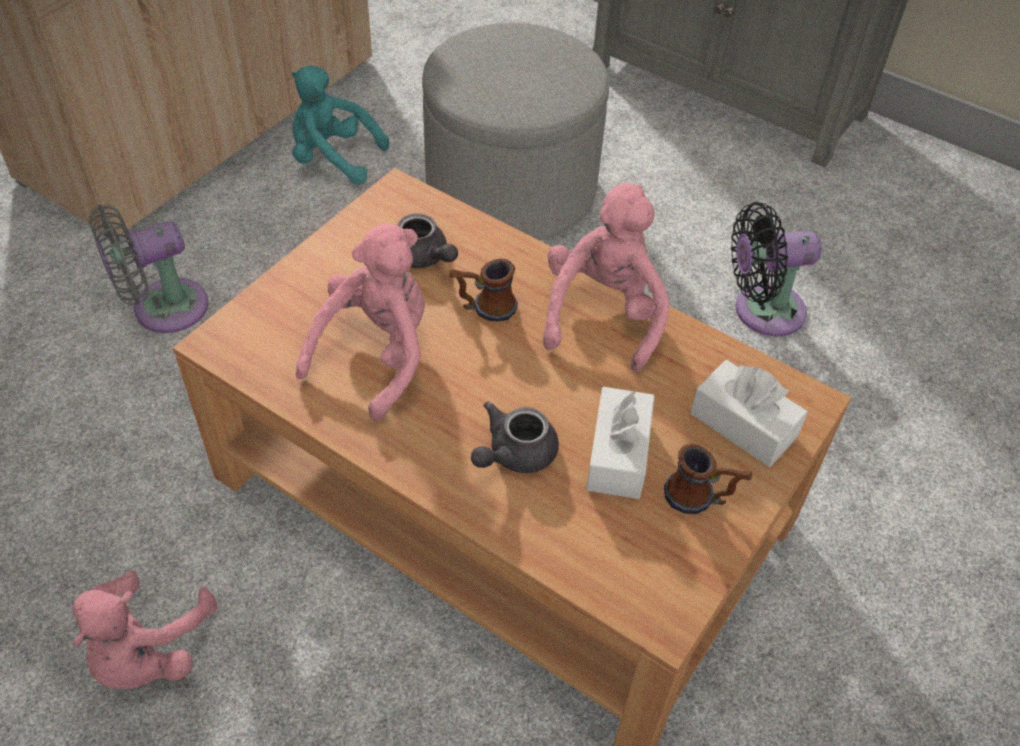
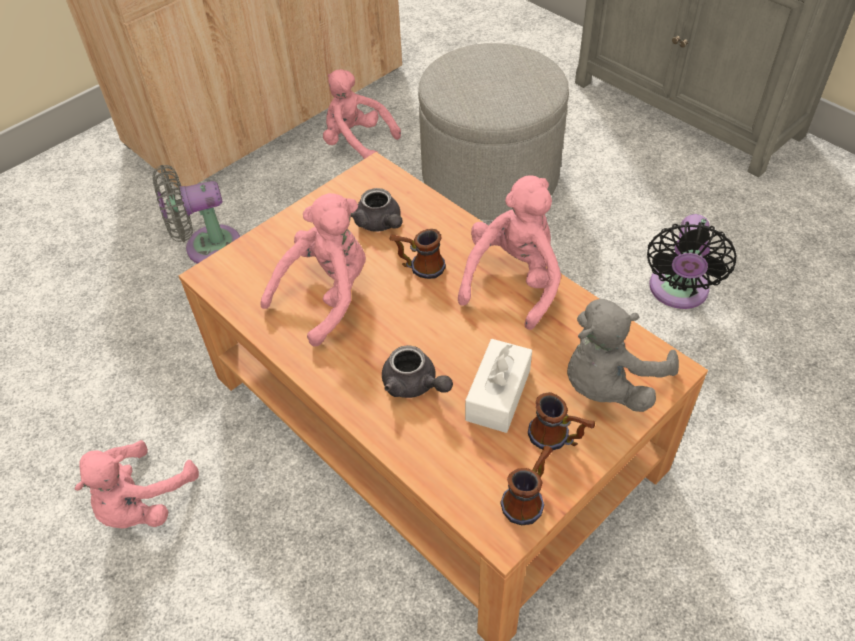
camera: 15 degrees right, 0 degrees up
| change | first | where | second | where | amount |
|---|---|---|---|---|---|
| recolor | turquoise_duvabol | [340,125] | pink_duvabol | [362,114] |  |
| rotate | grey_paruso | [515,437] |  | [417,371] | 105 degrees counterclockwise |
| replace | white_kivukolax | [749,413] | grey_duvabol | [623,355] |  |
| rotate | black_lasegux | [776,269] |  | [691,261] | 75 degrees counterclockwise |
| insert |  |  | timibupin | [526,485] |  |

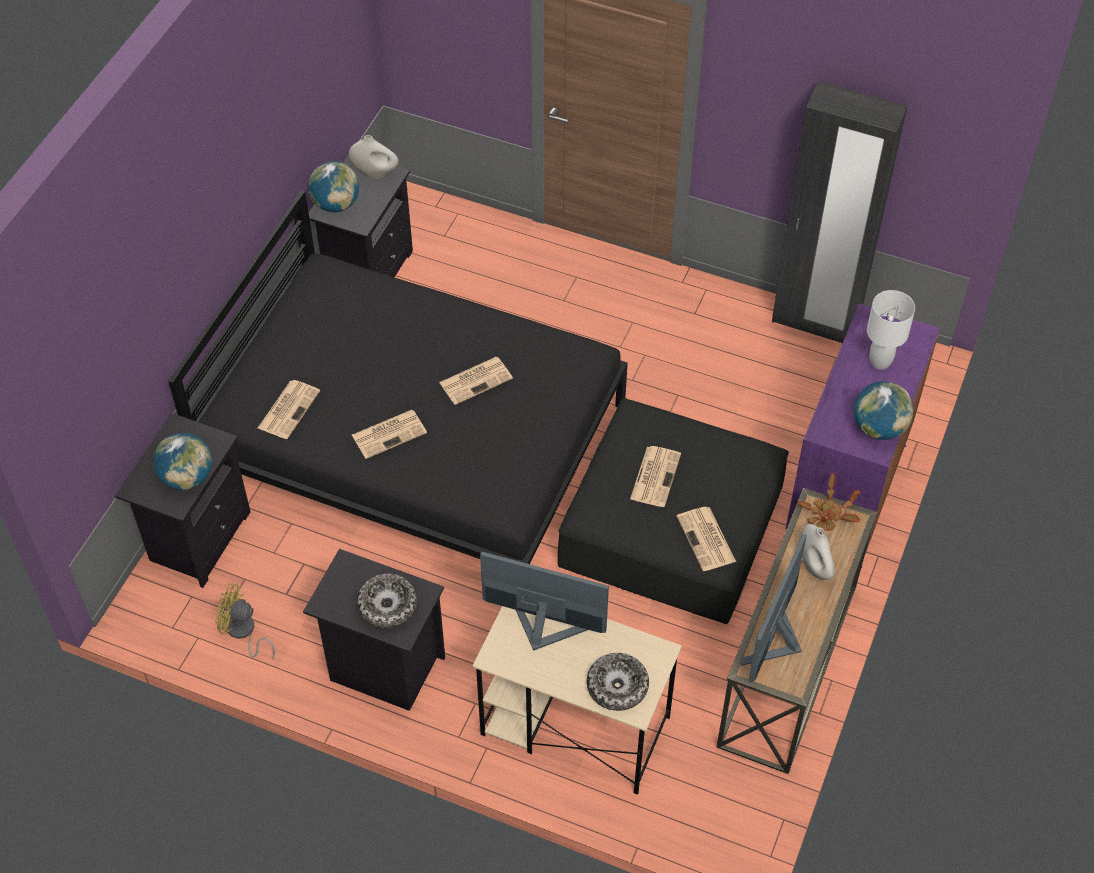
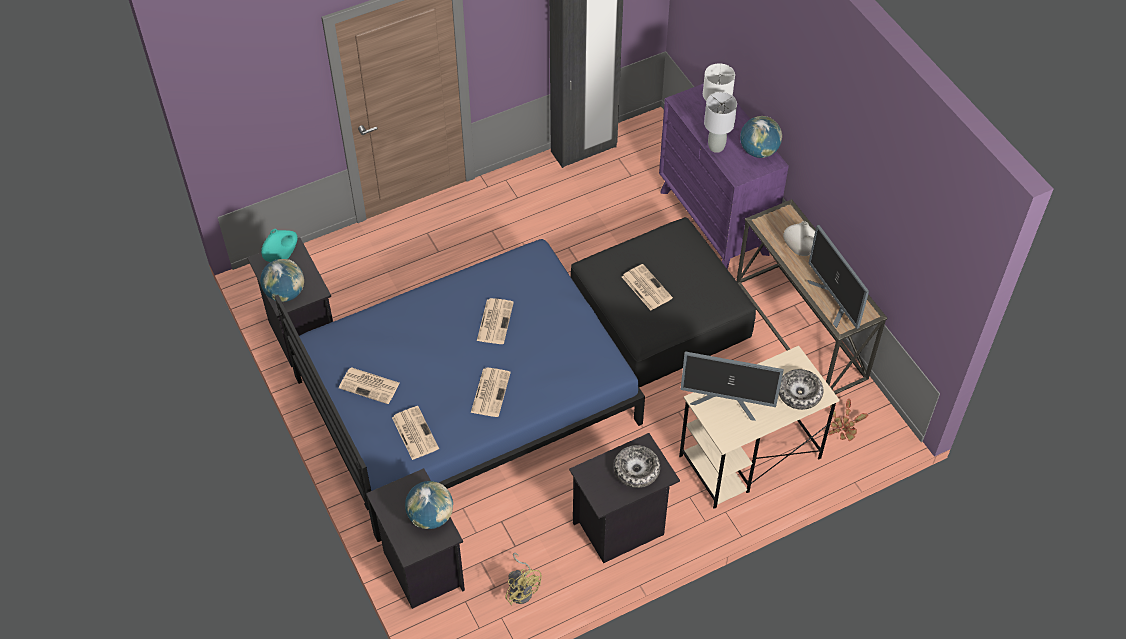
camera: 50 degrees left, 0 degrees up
| change | first | where | second | where | amount |
|---|---|---|---|---|---|
| recolor | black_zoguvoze | [398,377] | blue_zoguvoze | [460,390] |  |
| rotate | yellow_lasegux | [245,621] |  | [523,579] | 90 degrees counterclockwise |
| recolor | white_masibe | [374,157] | turquoise_masibe | [279,245] |  |
| rotate | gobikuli | [544,601] |  | [732,386] | 135 degrees counterclockwise |
| move | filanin | [706,539] |  | [369,385] |  |
| move | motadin | [828,502] |  | [848,420] |  |
| insert |  |  | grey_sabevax | [720,122] |  |

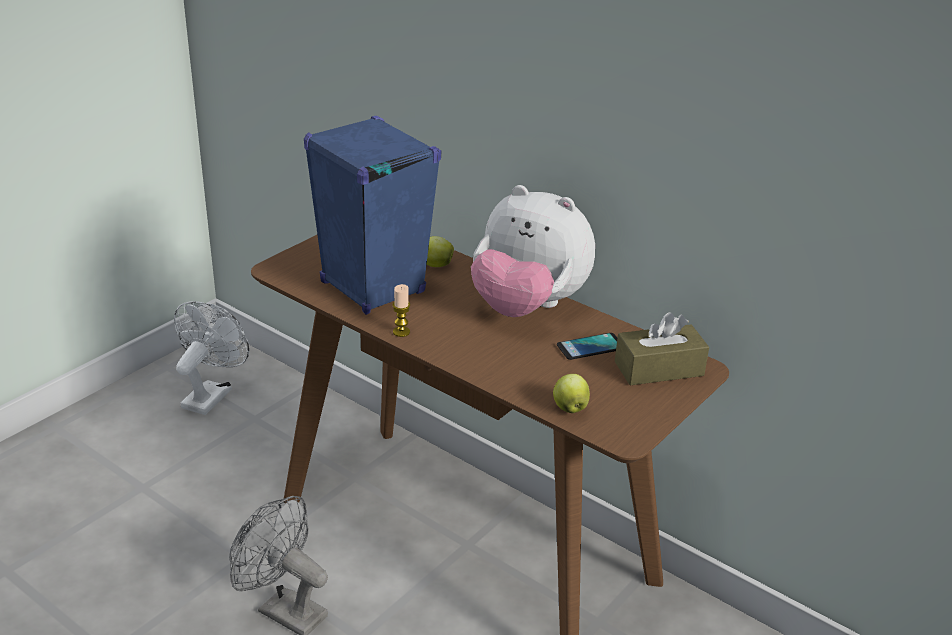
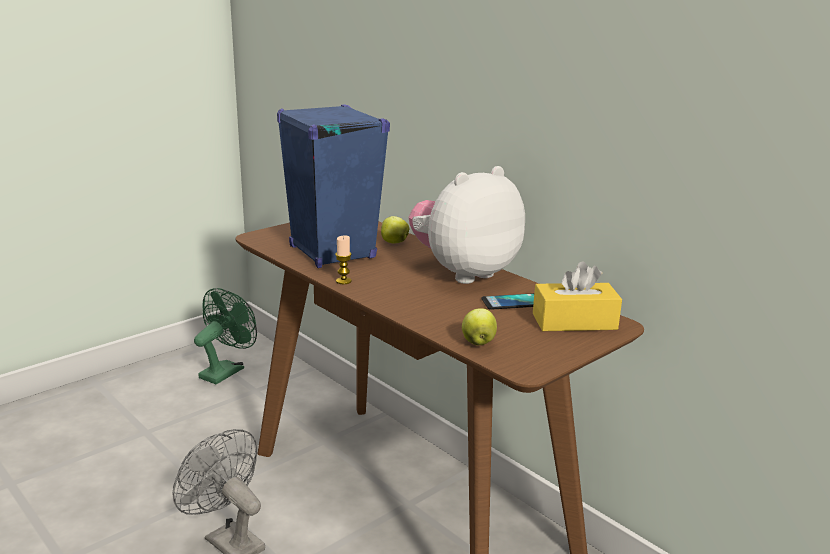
camera: 10 degrees right, 10 degrees down
| change | first | where | second | where | amount |
|---|---|---|---|---|---|
| recolor | white_lasegux | [211,358] | green_lasegux | [225,336] |  |
| rotate | duvabol | [533,251] |  | [467,225] | 105 degrees clockwise |
| recolor | brown_kivukolax | [662,348] | yellow_kivukolax | [577,296] |  |

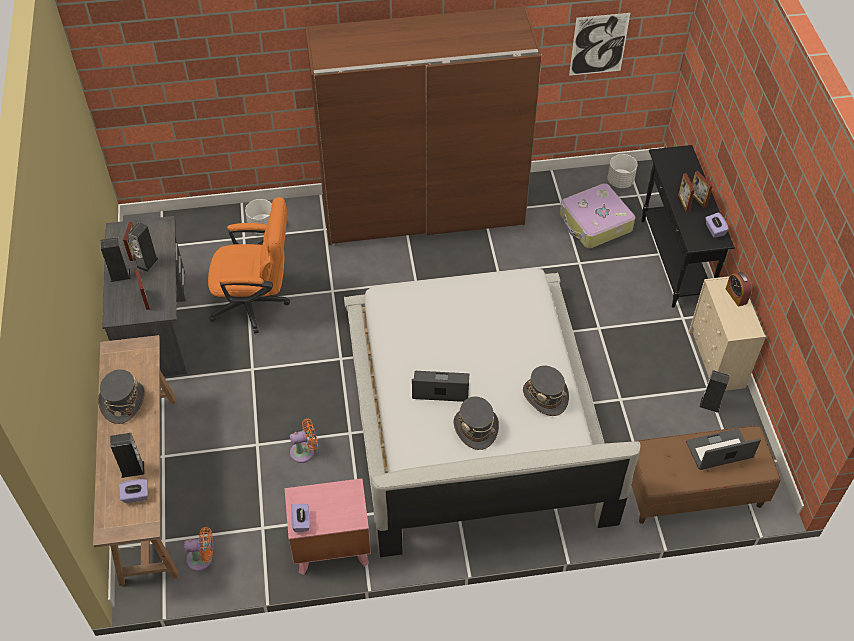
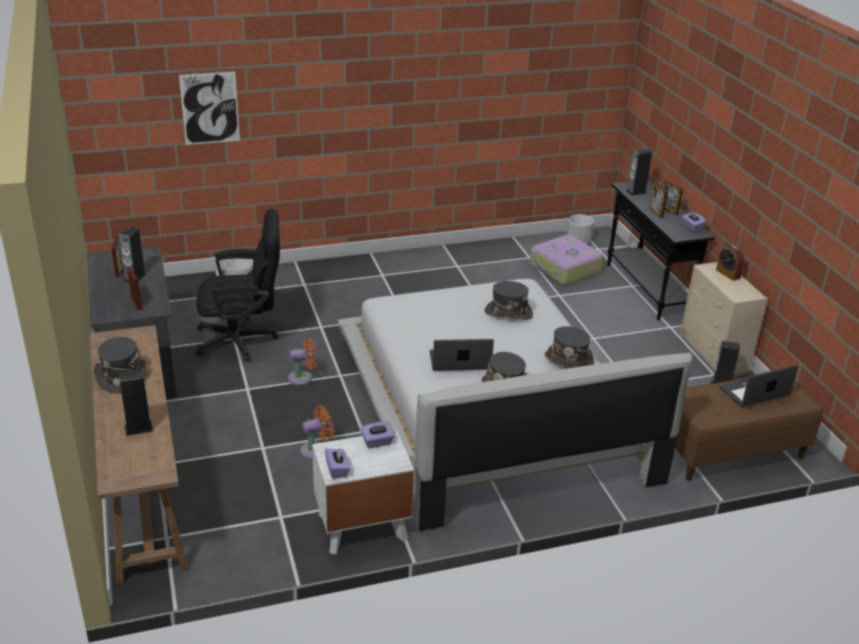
camera: 10 degrees left, 20 degrees down
| change | first | where | second | where | amount |
|---|---|---|---|---|---|
| move | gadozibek | [115,259] |  | [639,171] |  |
| move | purple_kivukolax | [133,491] |  | [378,435] |  |
| move | orange_lasegux | [198,549] |  | [302,362] |  |
| recolor | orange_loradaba | [249,265] | black_loradaba | [237,285] |  |
| recolor | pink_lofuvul | [328,526] | white_lofuvul | [363,492] |  |
| delete | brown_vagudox | [423,125] |  |  |  |
| move | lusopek | [599,44] |  | [209,108] |  |
| insert |  |  | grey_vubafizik | [508,300] |  |

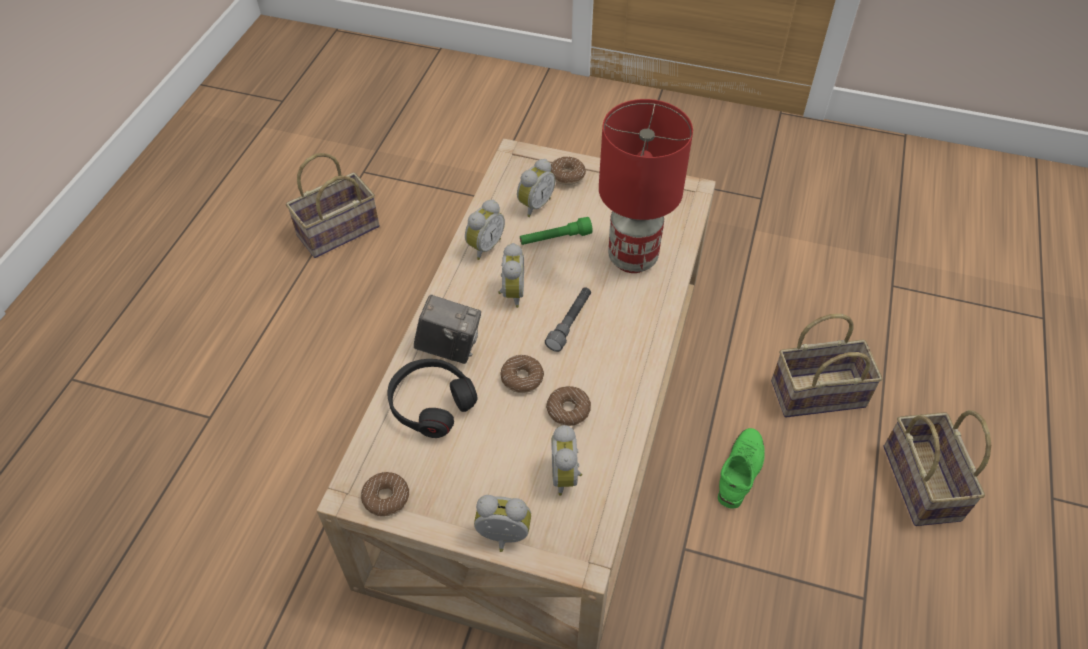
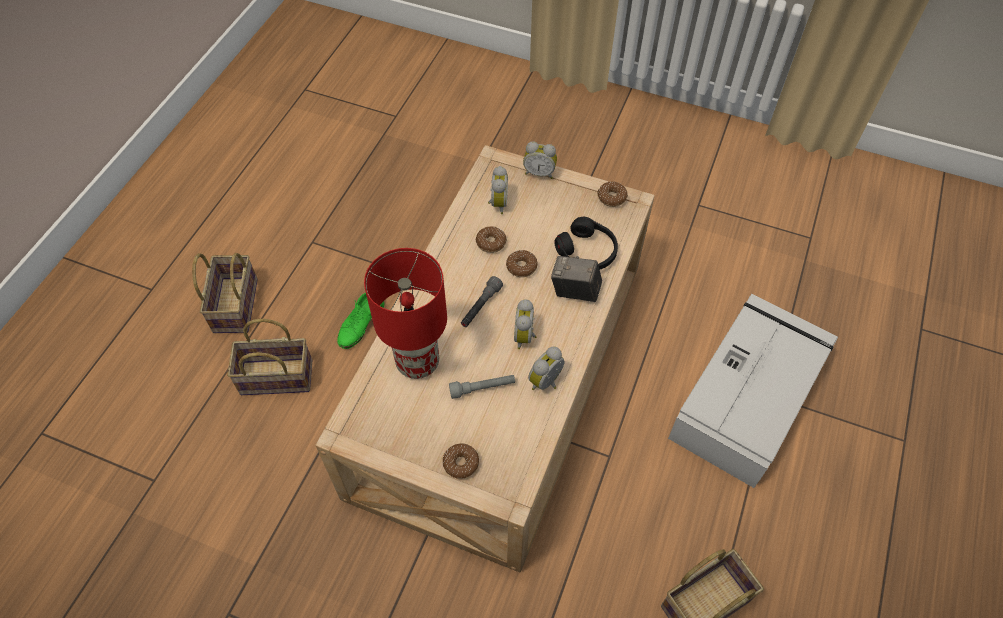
camera: 175 degrees left, 5 degrees up
| change | first | where | second | where | amount |
|---|---|---|---|---|---|
| delete | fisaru | [536,188] |  |  |  |
| recolor | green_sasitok | [556,231] | grey_sasitok | [482,387] |  |
| insert |  |  | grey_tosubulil | [753,391] |  |

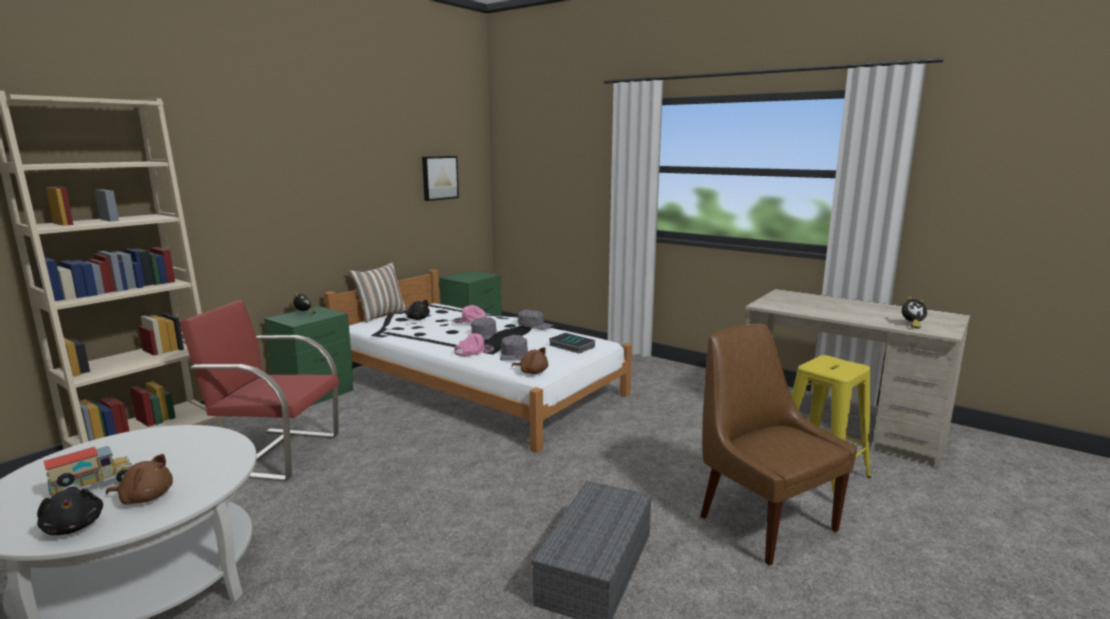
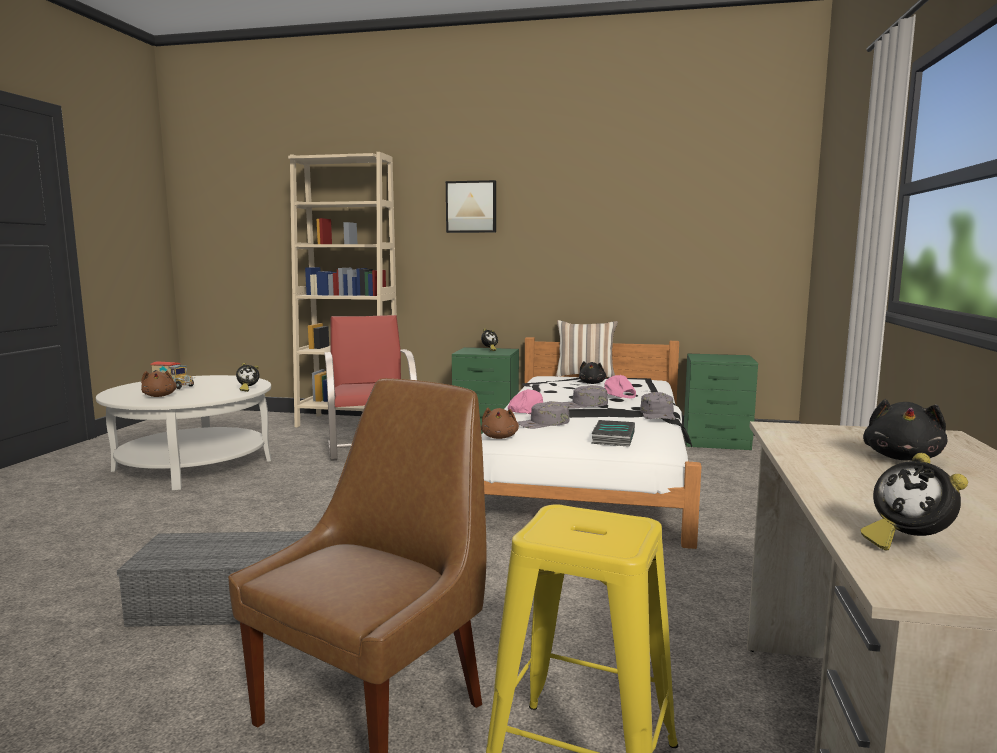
camera: 65 degrees right, 5 degrees down
| change | first | where | second | where | amount |
|---|---|---|---|---|---|
| move | black_duvabol | [70,511] |  | [905,430] |  |
| move | lusopek | [440,178] |  | [471,206] |  |
| insert |  |  | fisaru | [247,377] |  |

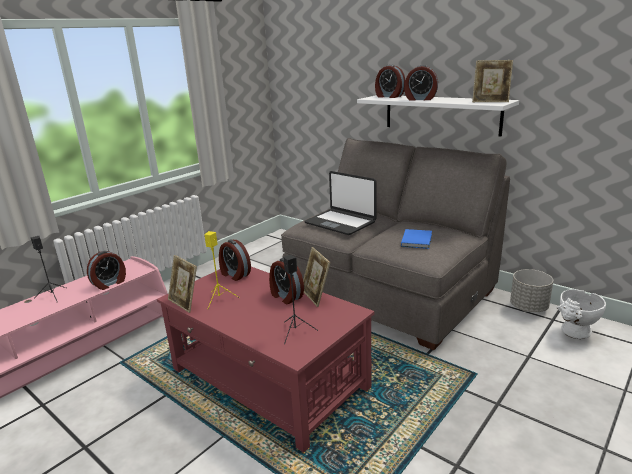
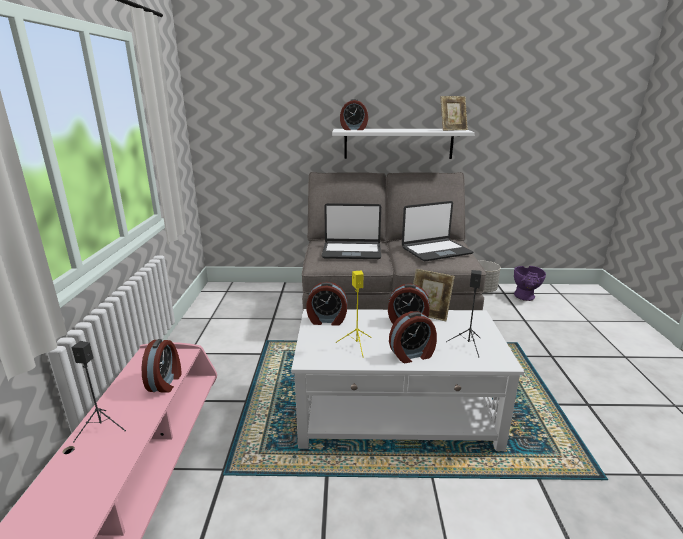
camera: 40 degrees left, 0 degrees up
| change | first | where | second | where | amount |
|---|---|---|---|---|---|
| recolor | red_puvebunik | [265,360] | white_puvebunik | [407,380] |  |
| delete | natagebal | [182,284] |  |  |  |
| replace | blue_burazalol | [416,239] | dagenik | [437,231] |  |
| move | fisaru | [421,82] |  | [413,337] |  |
| recolor | white_masibe | [581,314] | purple_masibe | [530,283] |  |

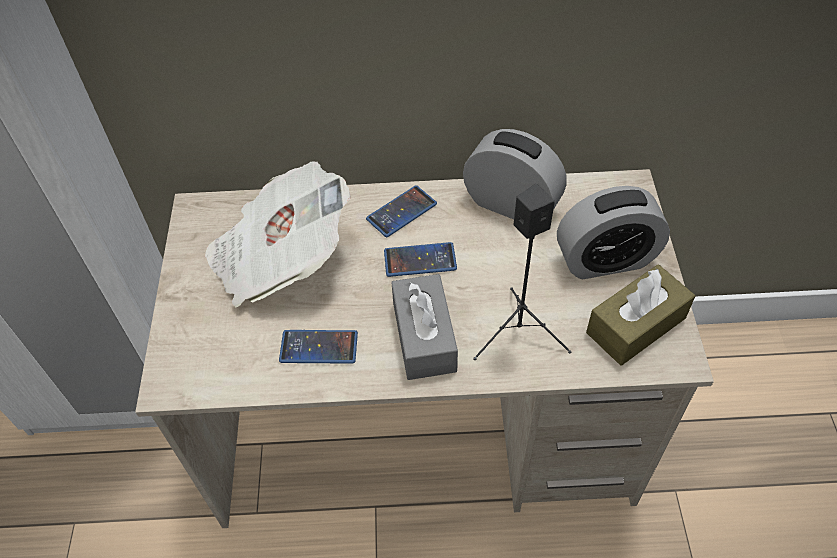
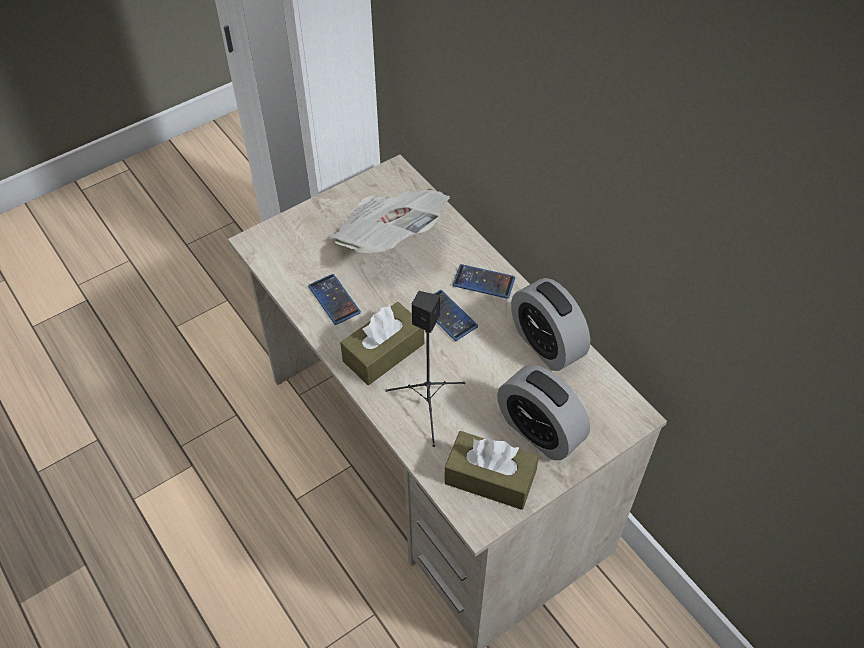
camera: 55 degrees right, 0 degrees up
| change | first | where | second | where | amount |
|---|---|---|---|---|---|
| recolor | grey_kivukolax | [424,327] | brown_kivukolax | [382,343] |  |
| rotate | fisaru | [515,174] |  | [550,324] | 150 degrees clockwise |

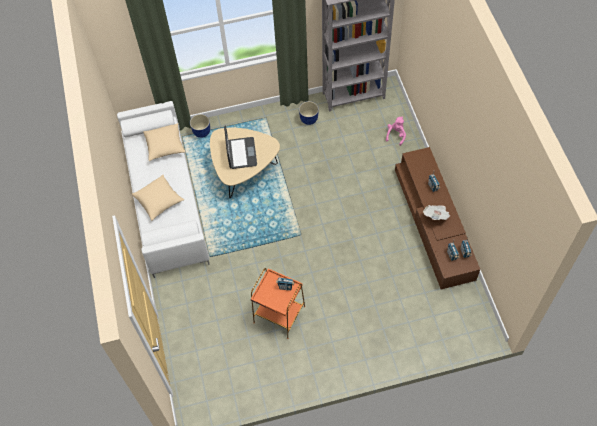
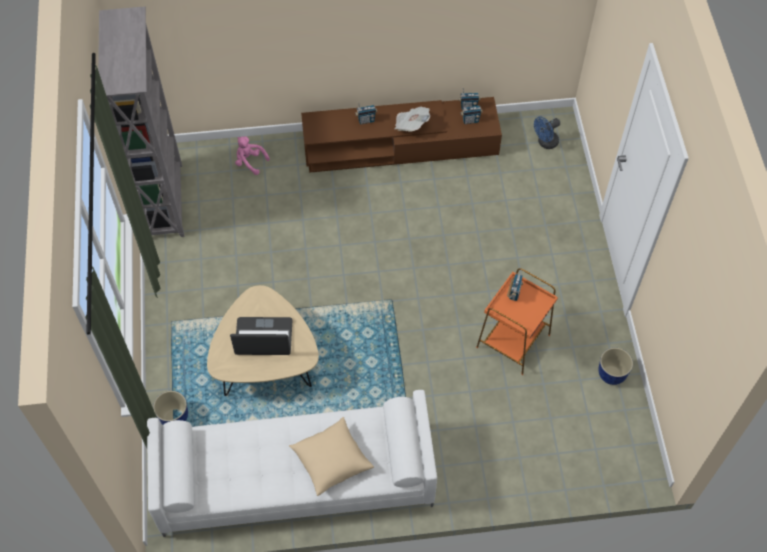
camera: 85 degrees left, 0 degrees up
| change | first | where | second | where | amount |
|---|---|---|---|---|---|
| delete | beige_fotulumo | [164,142] |  |  |  |
| move | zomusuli | [309,113] |  | [615,366] |  |
| insert |  |  | blue_lasegux | [547,132] |  |

